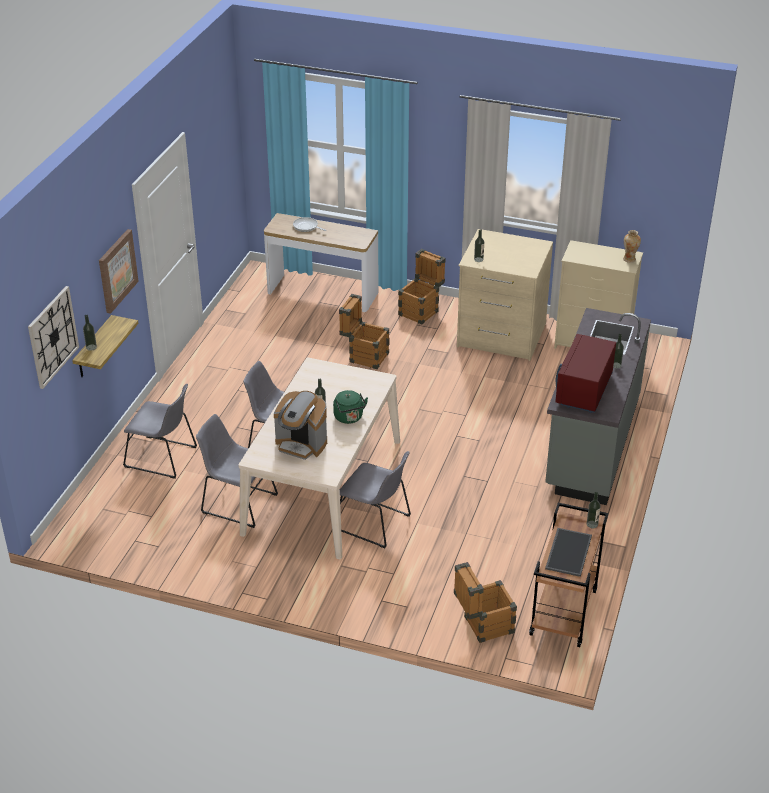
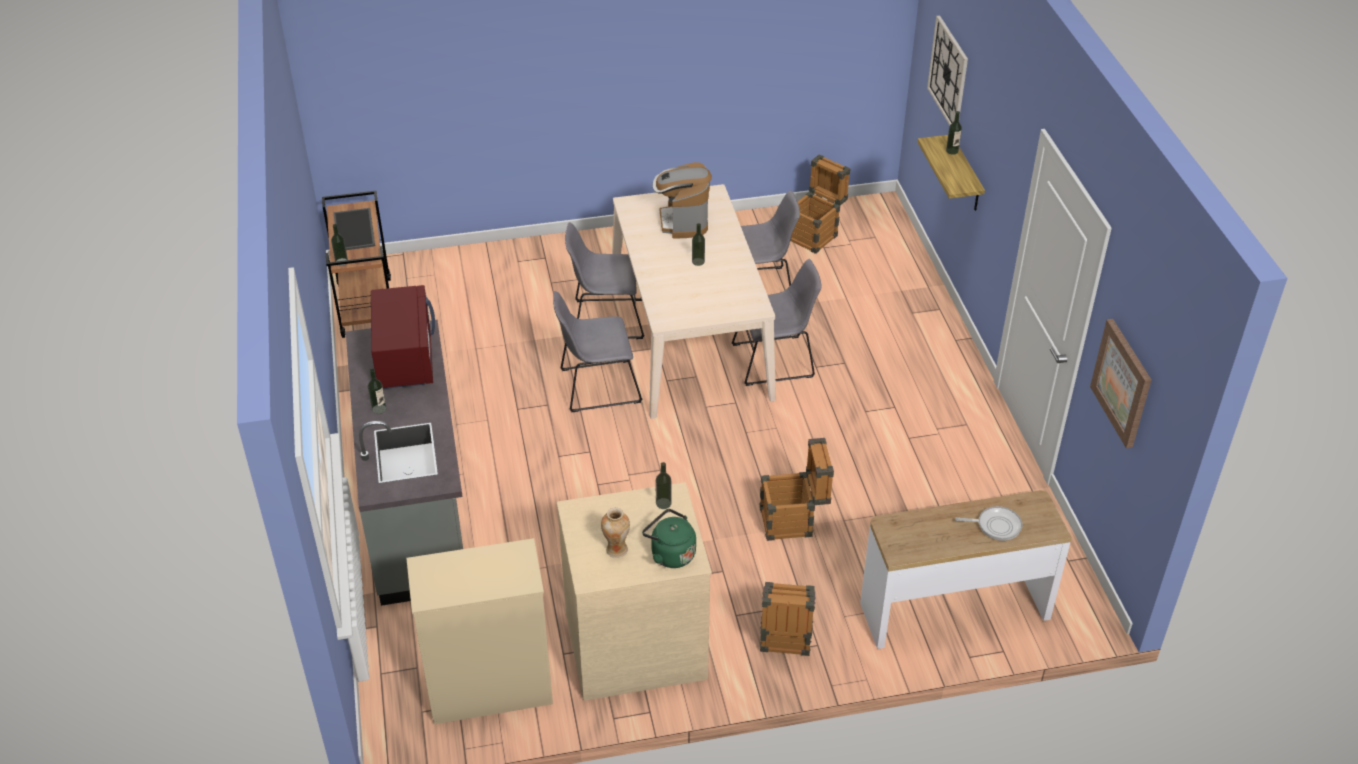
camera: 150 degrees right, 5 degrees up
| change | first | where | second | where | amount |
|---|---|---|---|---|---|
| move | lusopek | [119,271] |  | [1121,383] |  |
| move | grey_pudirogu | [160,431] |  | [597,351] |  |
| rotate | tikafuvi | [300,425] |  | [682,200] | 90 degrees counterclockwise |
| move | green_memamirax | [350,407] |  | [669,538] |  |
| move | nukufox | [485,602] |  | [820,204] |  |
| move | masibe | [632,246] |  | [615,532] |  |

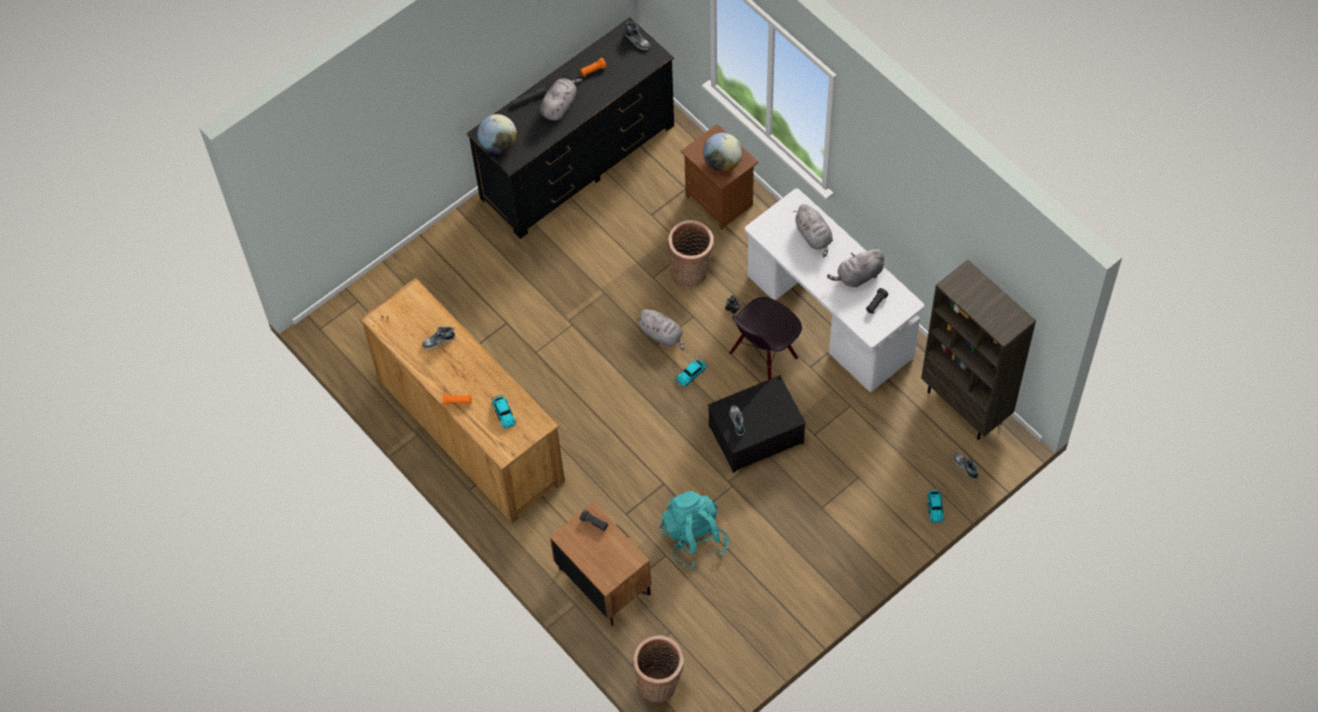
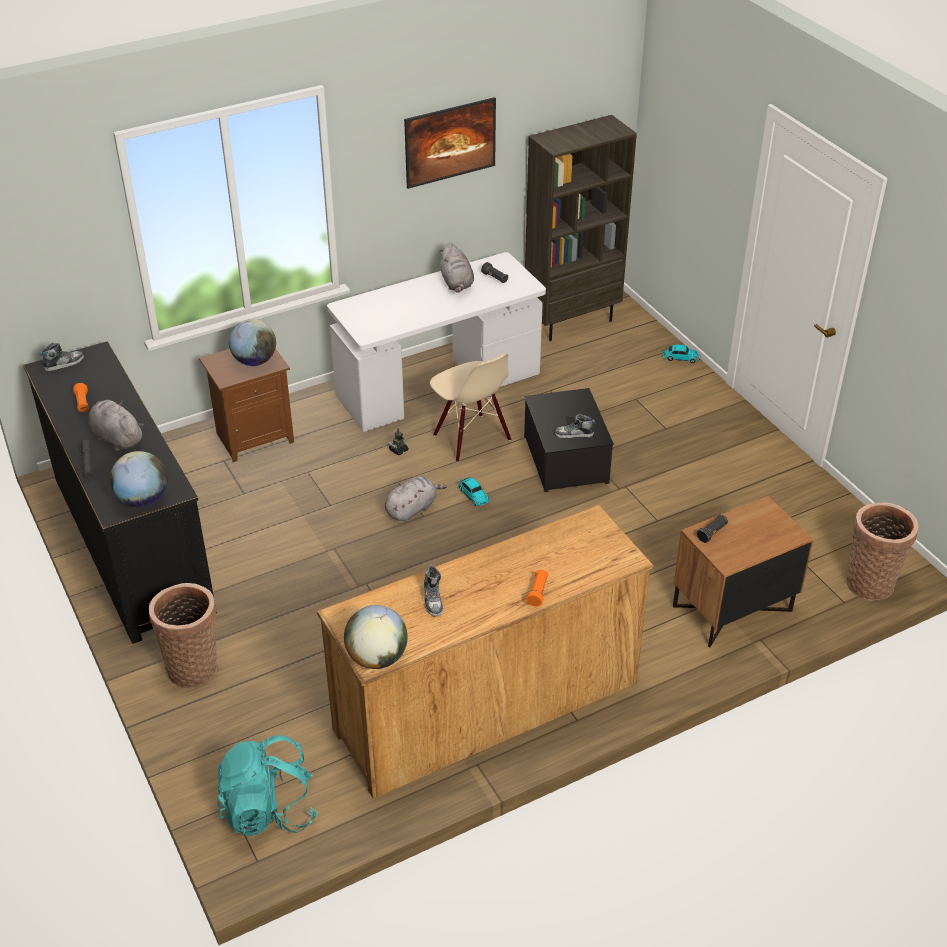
camera: 80 degrees left, 20 degrees down
| change | first | where | second | where | amount |
|---|---|---|---|---|---|
| delete | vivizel | [503,412] |  |  |  |
| move | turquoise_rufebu | [694,529] |  | [267,785] |  |
| move | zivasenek | [690,254] |  | [183,636] |  |
| recolor | black_pudirogu | [765,338] | beige_pudirogu | [470,408] |  |
| delete | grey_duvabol | [813,230] |  |  |  |
| delete | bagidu | [965,466] |  |  |  |
| insert |  |  | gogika | [376,637] |  |
| insert |  |  | lusopek | [450,143] |  |

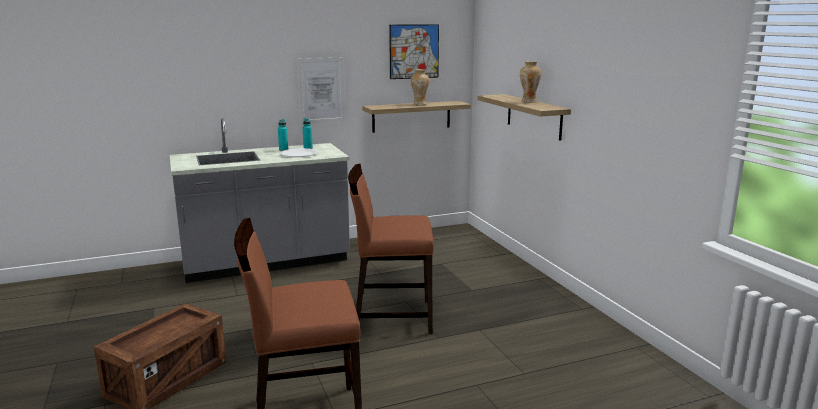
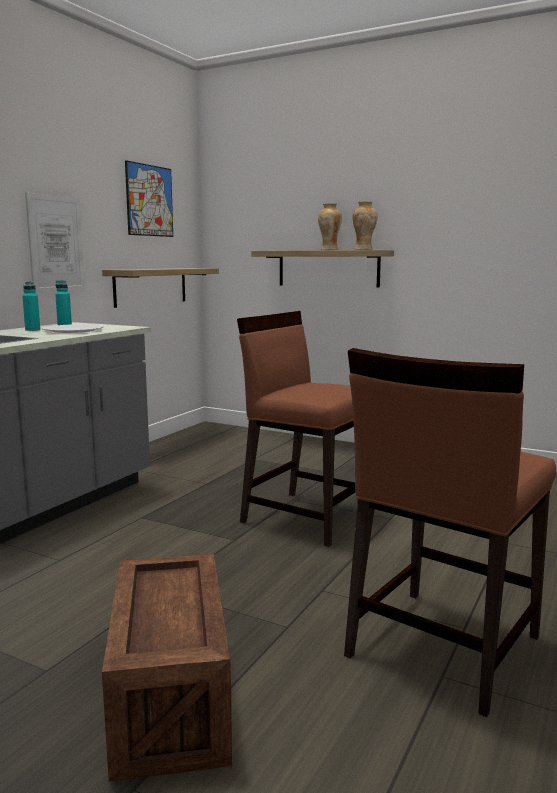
camera: 40 degrees left, 5 degrees down
| change | first | where | second | where | amount |
|---|---|---|---|---|---|
| rotate | brown_pudirogu | [391,249] |  | [296,429] | 75 degrees clockwise |
| move | masibe | [420,87] |  | [365,225] |  |

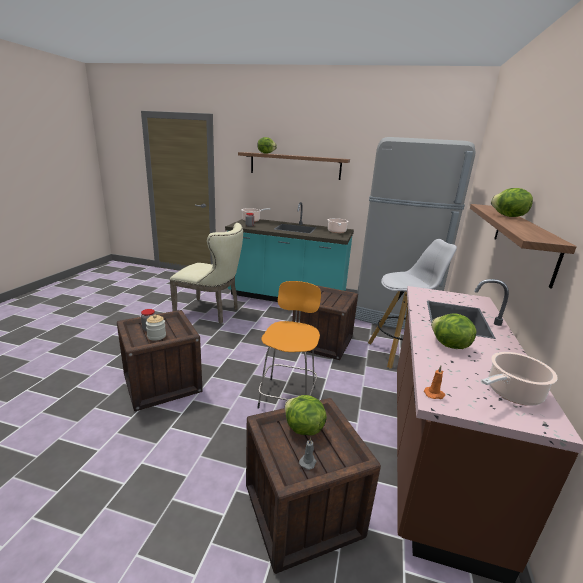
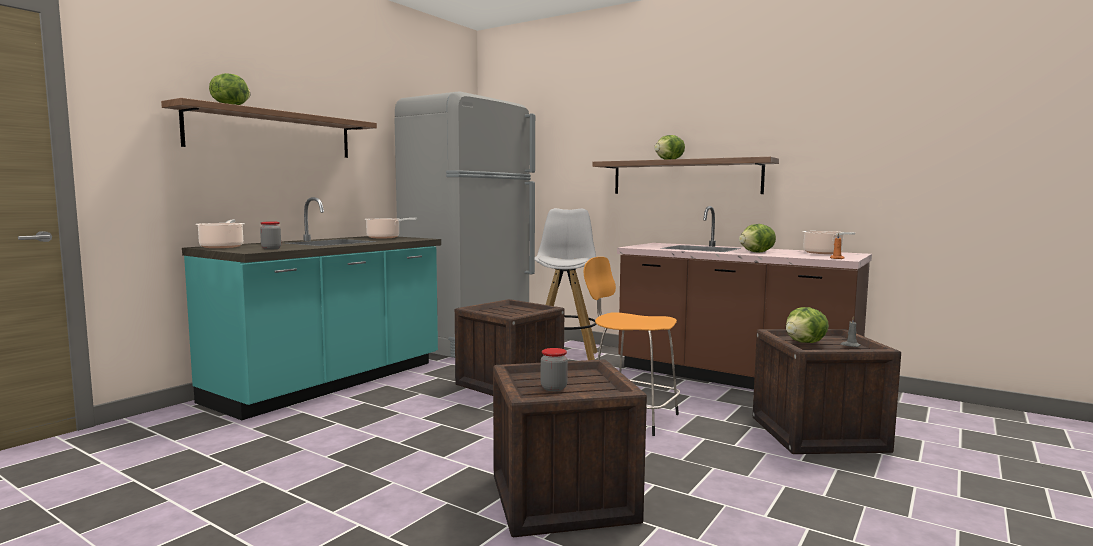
camera: 70 degrees left, 15 degrees down
| change | first | where | second | where | amount |
|---|---|---|---|---|---|
| delete | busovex | [156,328] |  |  |  |
| delete | beige_pudirogu | [206,273] |  |  |  |

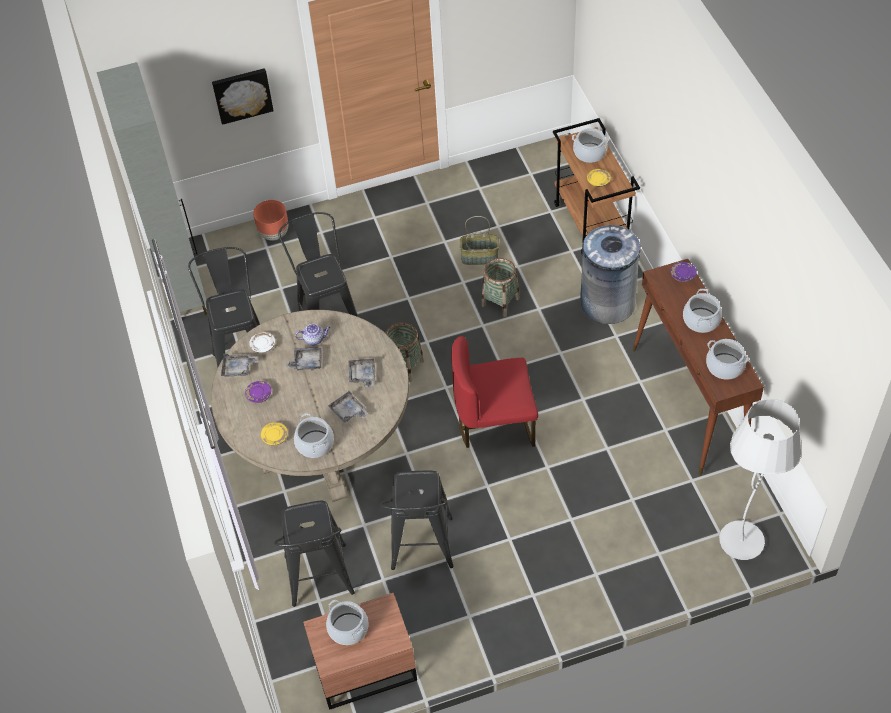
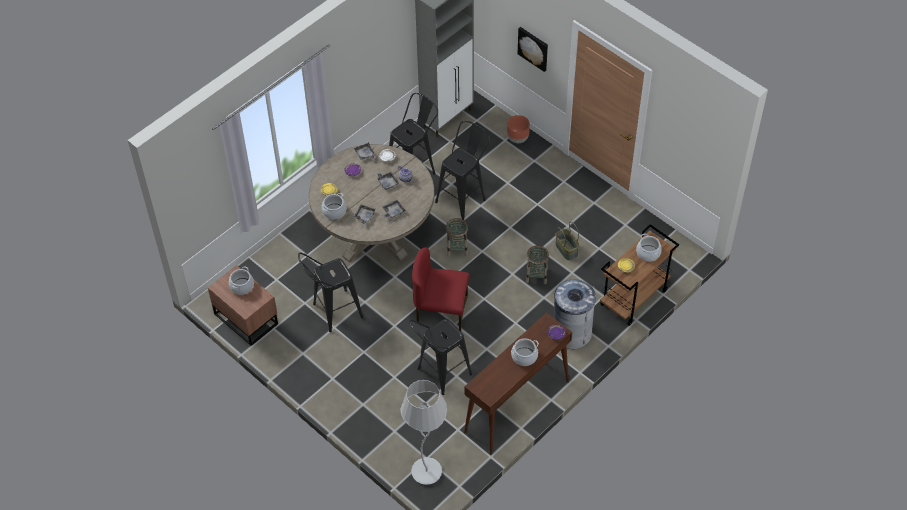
camera: 60 degrees right, 0 degrees up
| change | first | where | second | where | amount |
|---|---|---|---|---|---|
| move | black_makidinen | [314,553] |  | [440,357] |  |
| rotate | red_pudirogu | [494,392] |  | [440,289] | 45 degrees counterclockwise |
| delete | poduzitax | [727,359] |  |  |  |

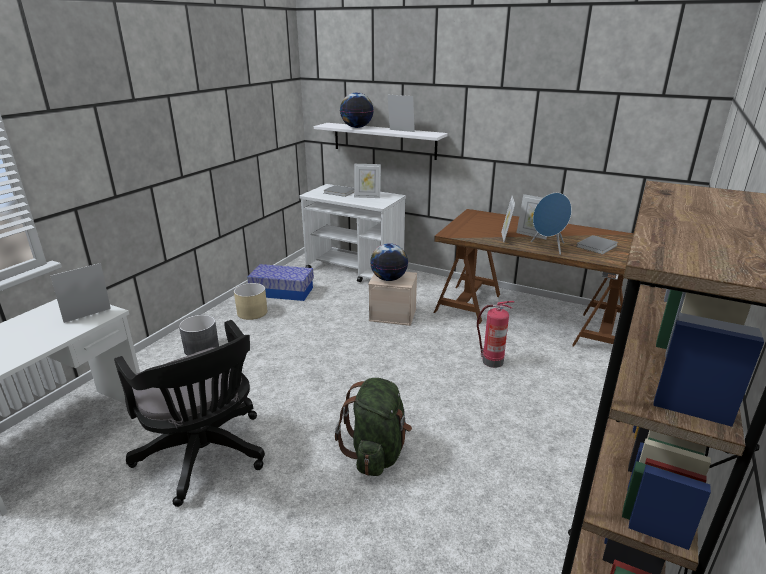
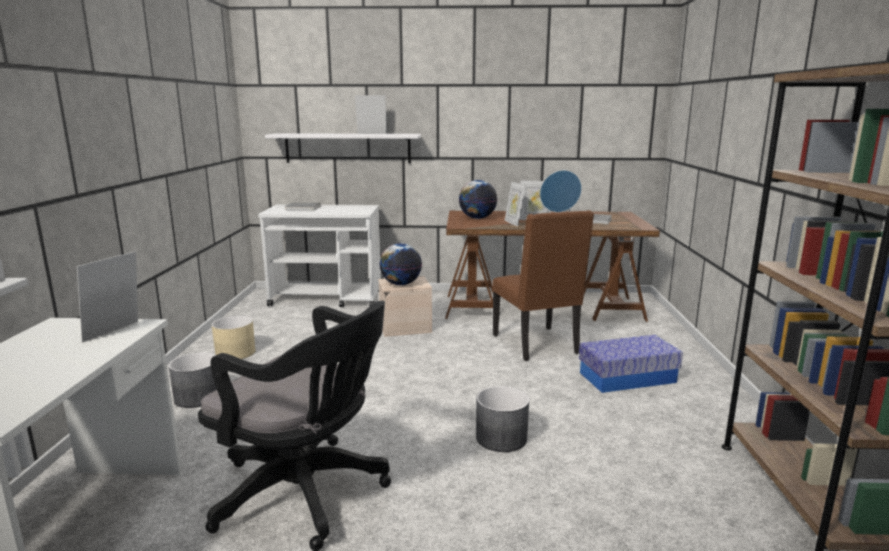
camera: 25 degrees left, 10 degrees down
| change | first | where | second | where | amount |
|---|---|---|---|---|---|
| move | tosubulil | [280,282] |  | [631,364] |  |
| replace | green_rufebu | [373,427] | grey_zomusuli | [502,419] |  |
| move | gogika | [357,110] |  | [478,199] |  |
| delete | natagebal | [367,181] |  |  |  |
| replace | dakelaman | [495,334] | brown_pudirogu | [543,285] |  |

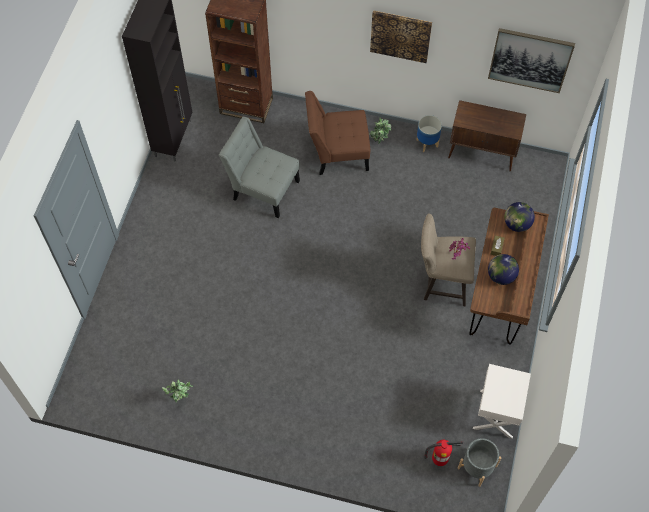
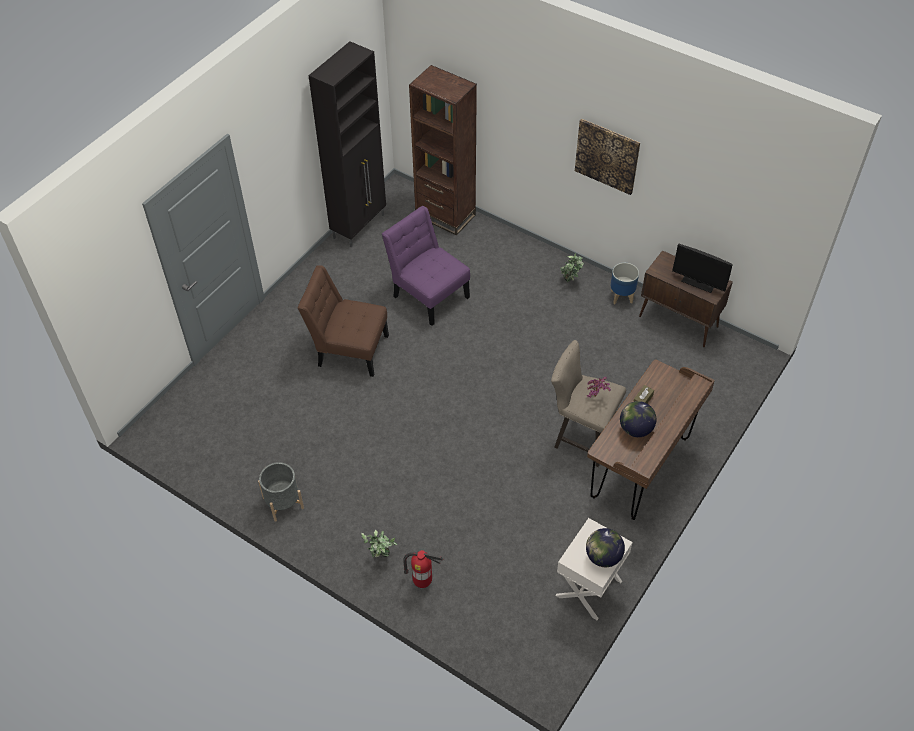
camera: 20 degrees right, 10 degrees down
| change | first | where | second | where | amount |
|---|---|---|---|---|---|
| move | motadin | [177,391] |  | [379,544] |  |
| recolor | grey_pudirogu | [259,167] | purple_pudirogu | [426,266] |  |
| move | brown_pudirogu | [337,133] |  | [343,321] |  |
| move | dakelaman | [444,453] |  | [423,569] |  |
| move | grey_zomusuli | [479,462] |  | [281,491] |  |
| delete | lusopek | [531,60] |  |  |  |
| move | gogika | [519,217] |  | [605,547] |  |
| insert |  |  | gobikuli | [702,268] |  |

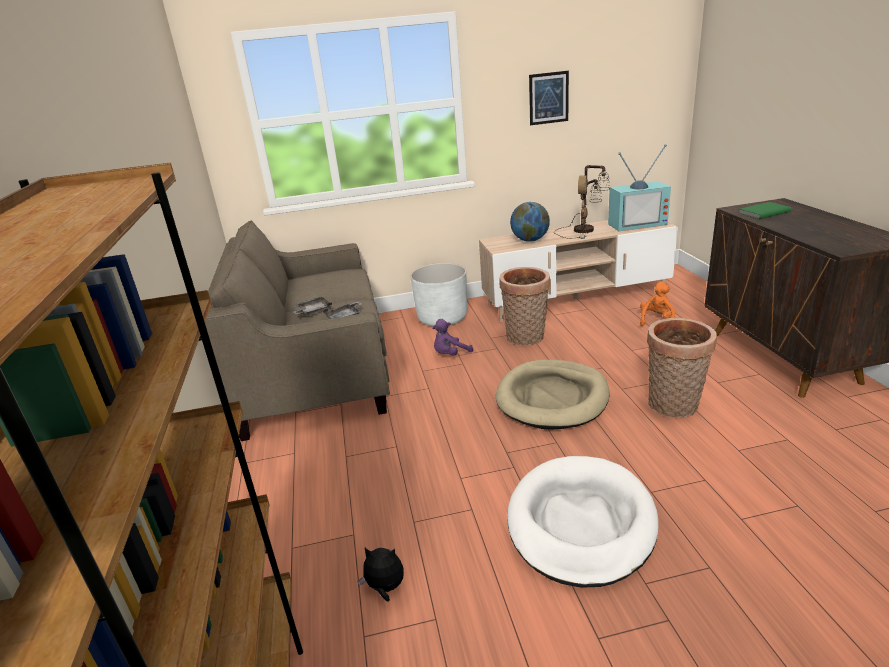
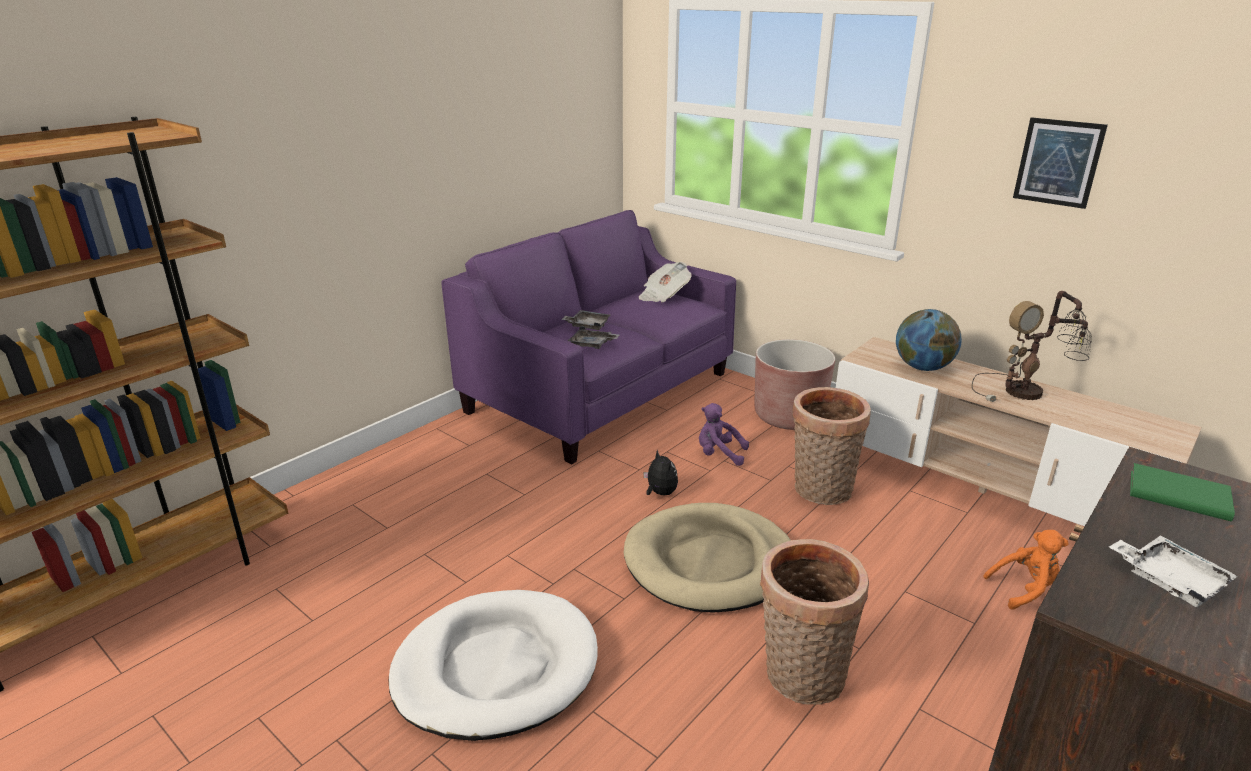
camera: 50 degrees right, 0 degrees up
| change | first | where | second | where | amount |
|---|---|---|---|---|---|
| recolor | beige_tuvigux | [297,330] | purple_tuvigux | [588,337] |  |
| move | duvabol | [380,574] |  | [660,472] |  |
| recolor | white_zomusuli | [438,294] | brown_zomusuli | [795,384] |  |
| delete | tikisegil | [639,187] |  |  |  |
| insert |  |  | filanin | [665,282] |  |
| insert |  |  | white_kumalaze | [1173,571] |  |

